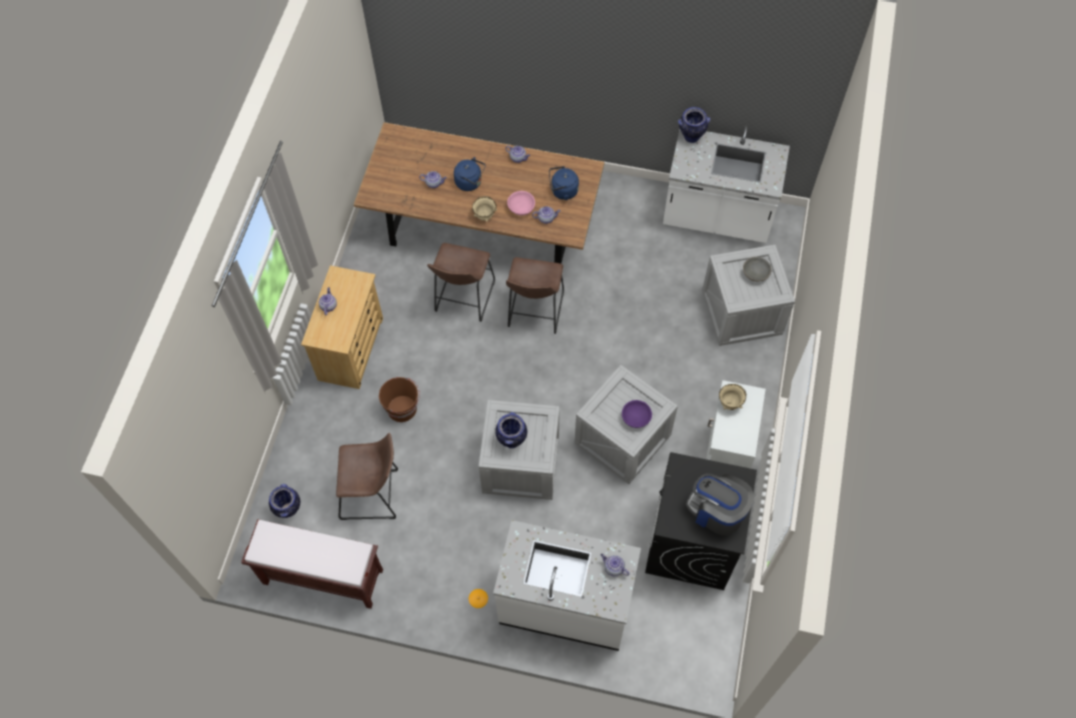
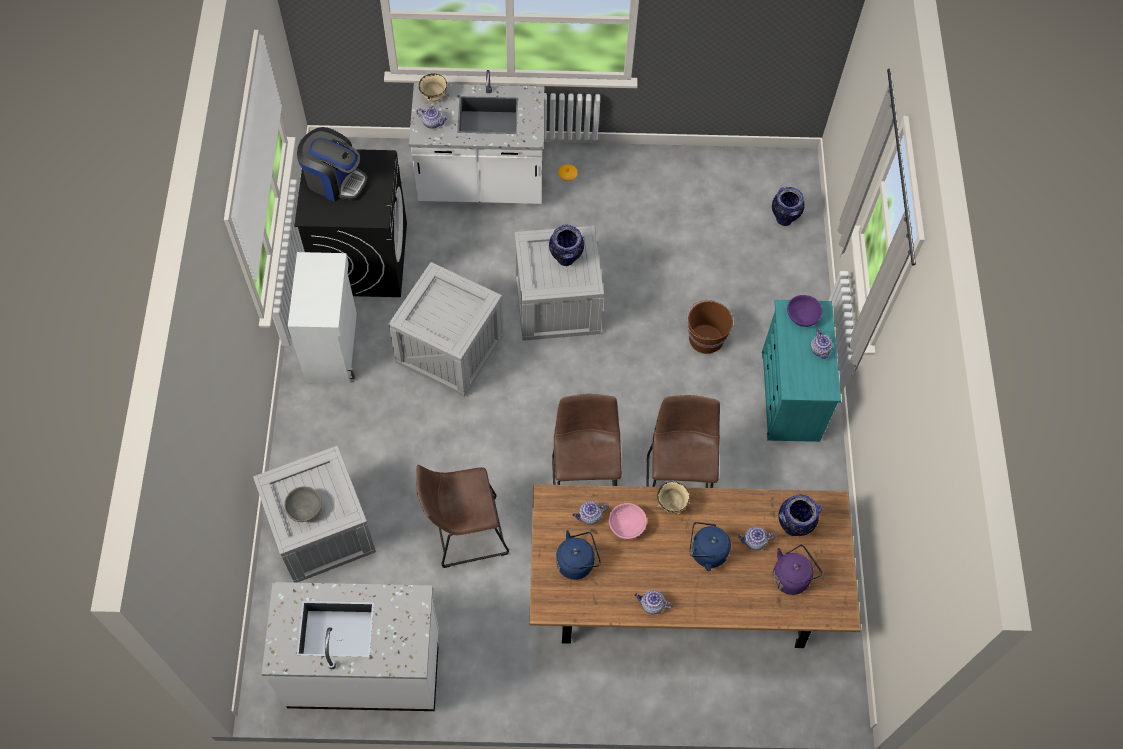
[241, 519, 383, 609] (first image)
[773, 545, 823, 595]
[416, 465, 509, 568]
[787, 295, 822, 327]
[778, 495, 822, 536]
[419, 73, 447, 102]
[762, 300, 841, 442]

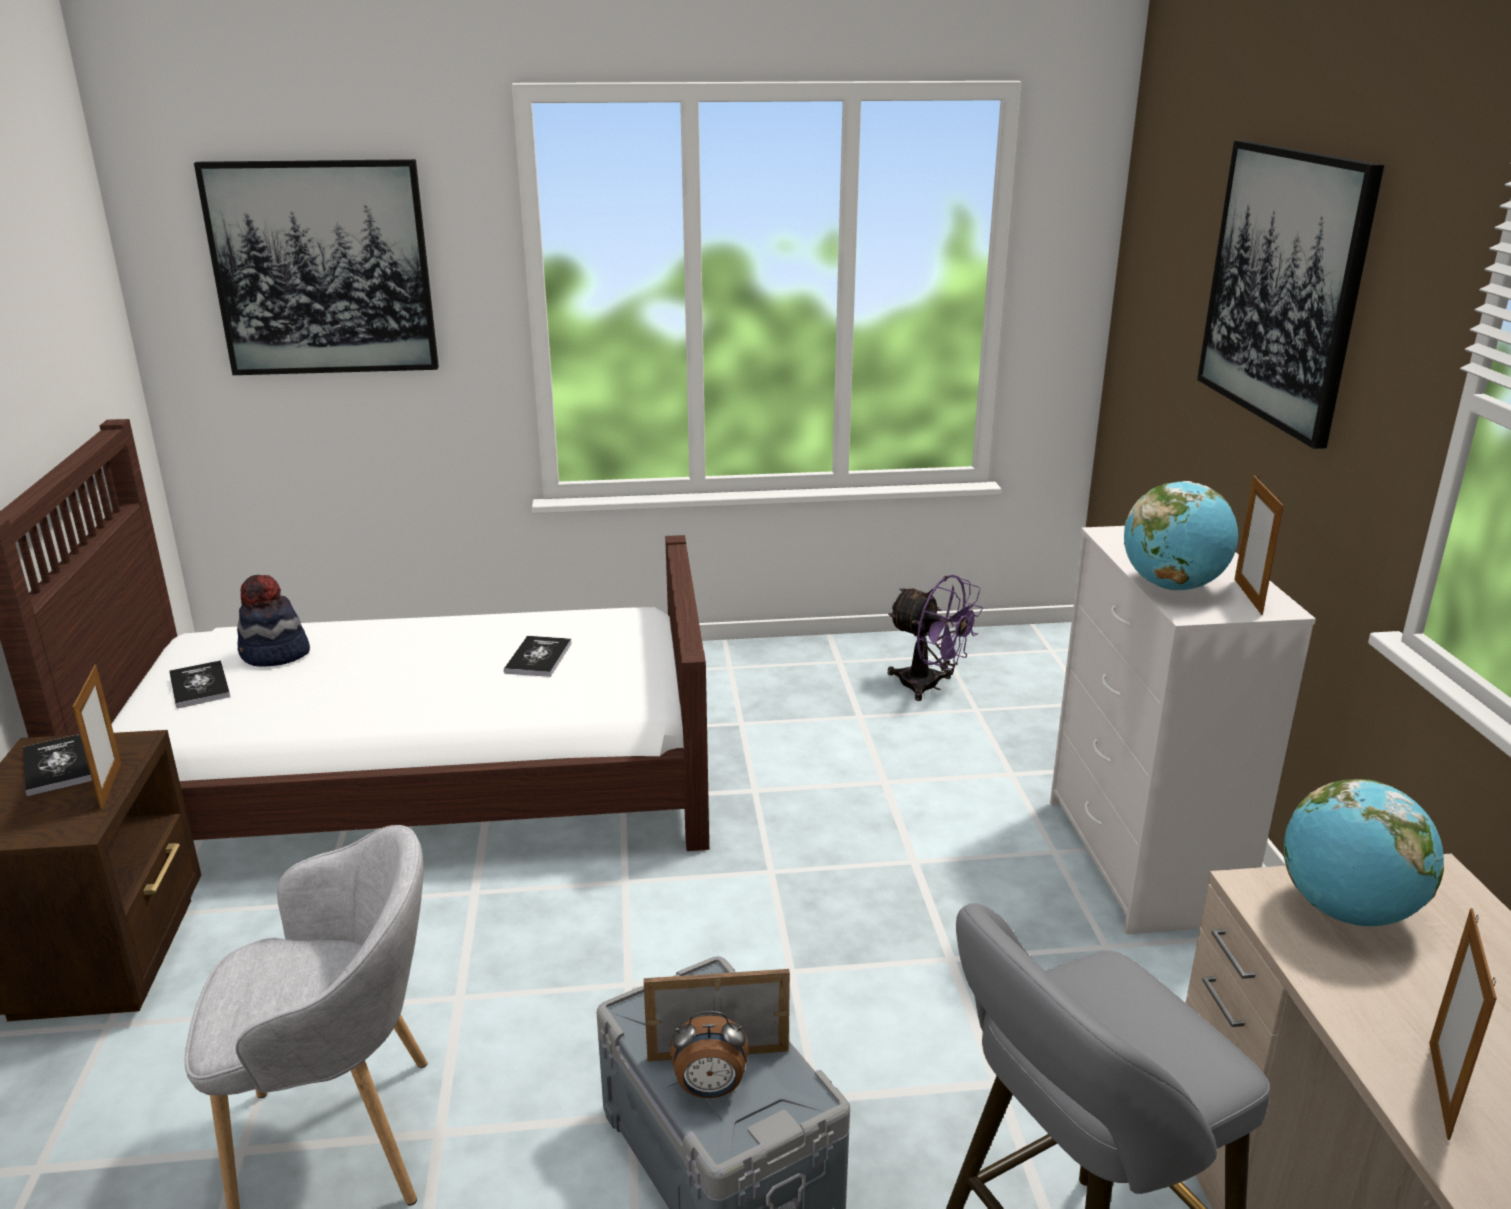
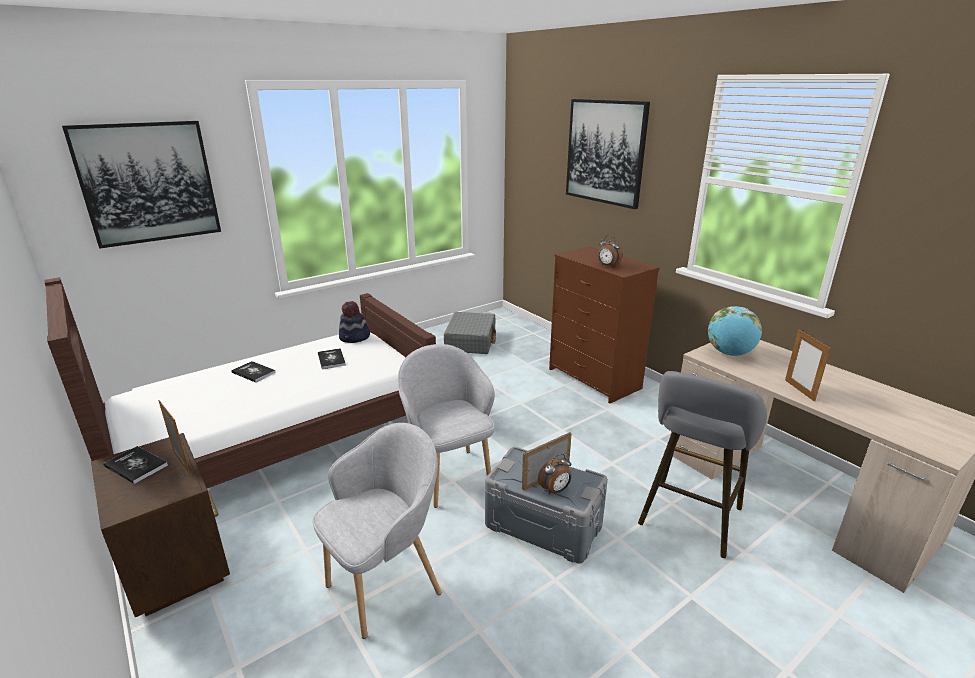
[1234, 475, 1284, 615] (first image)
[398, 344, 495, 508]
[231, 361, 276, 383]
[339, 301, 370, 343]
[444, 312, 496, 354]
[598, 235, 623, 267]
[549, 246, 660, 404]

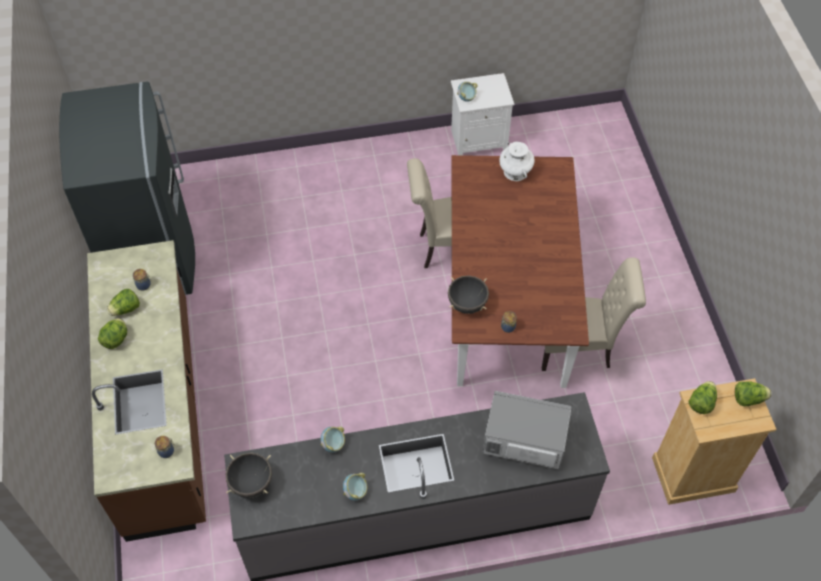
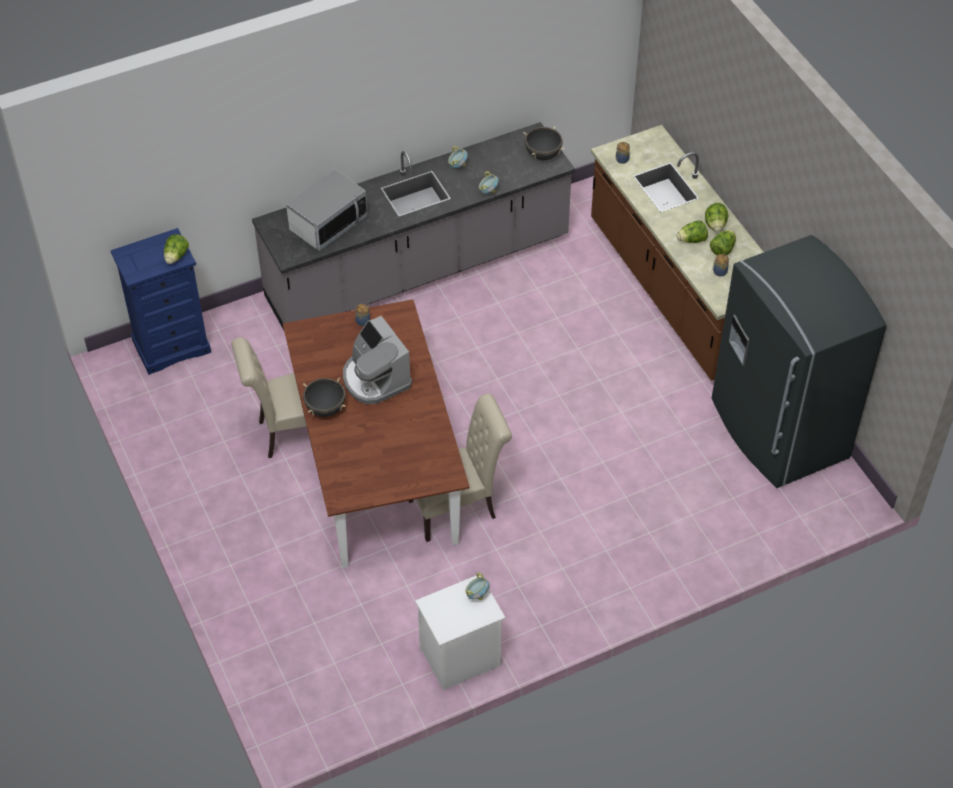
[499, 142, 535, 181] (first image)
[343, 316, 412, 404]
[303, 378, 346, 417]
[677, 220, 708, 243]
[110, 228, 211, 375]
[286, 169, 367, 251]

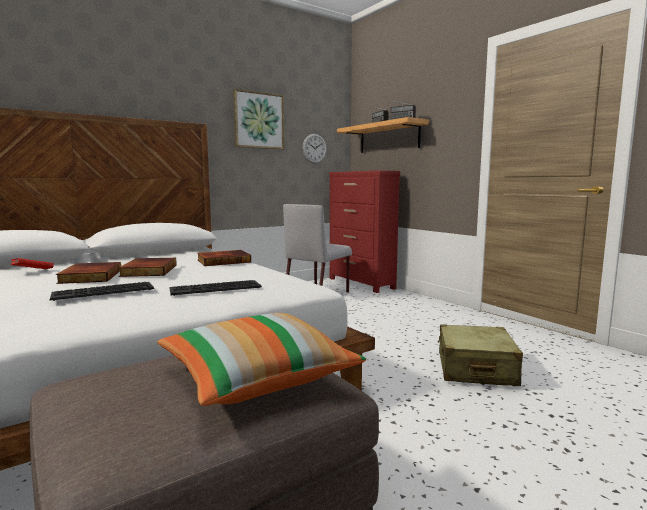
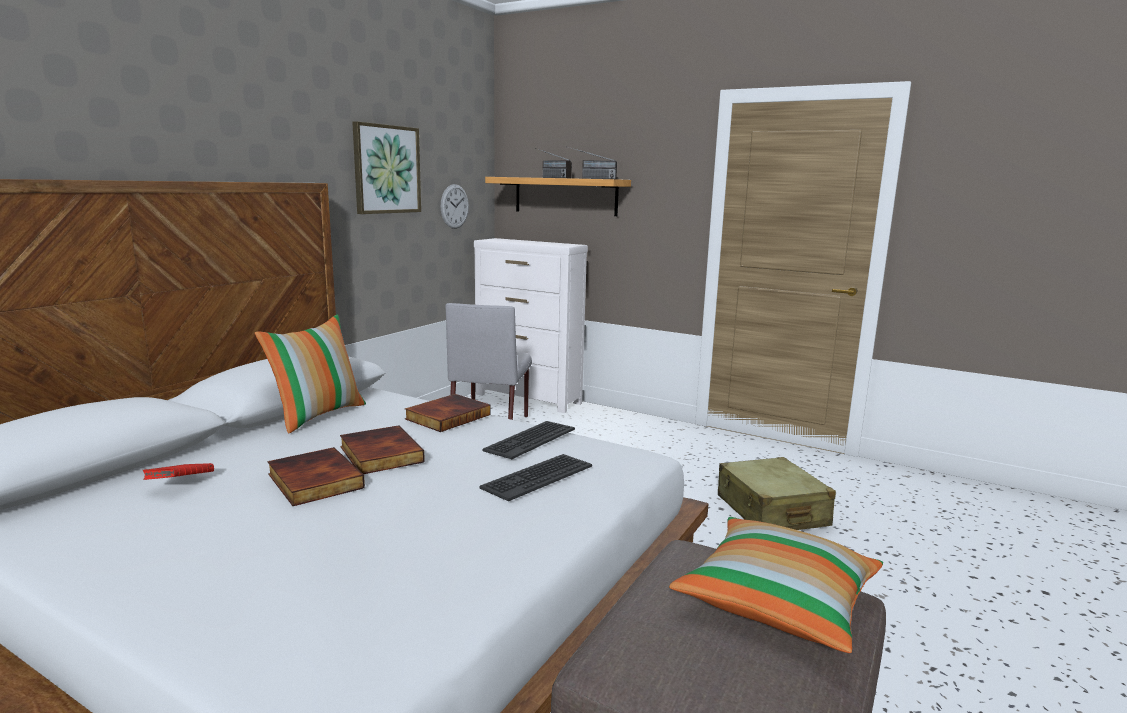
[255, 314, 366, 434]
[482, 421, 575, 459]
[474, 238, 588, 413]

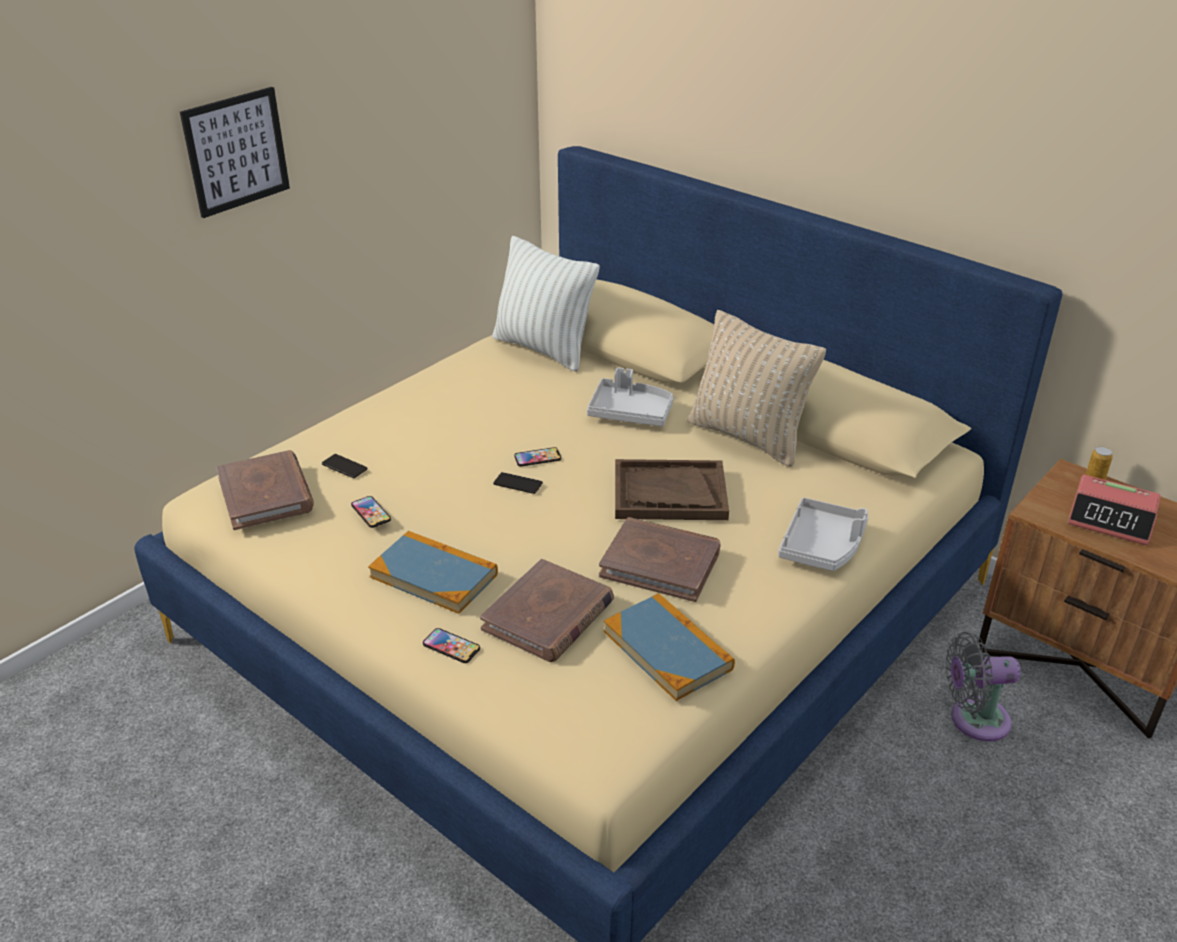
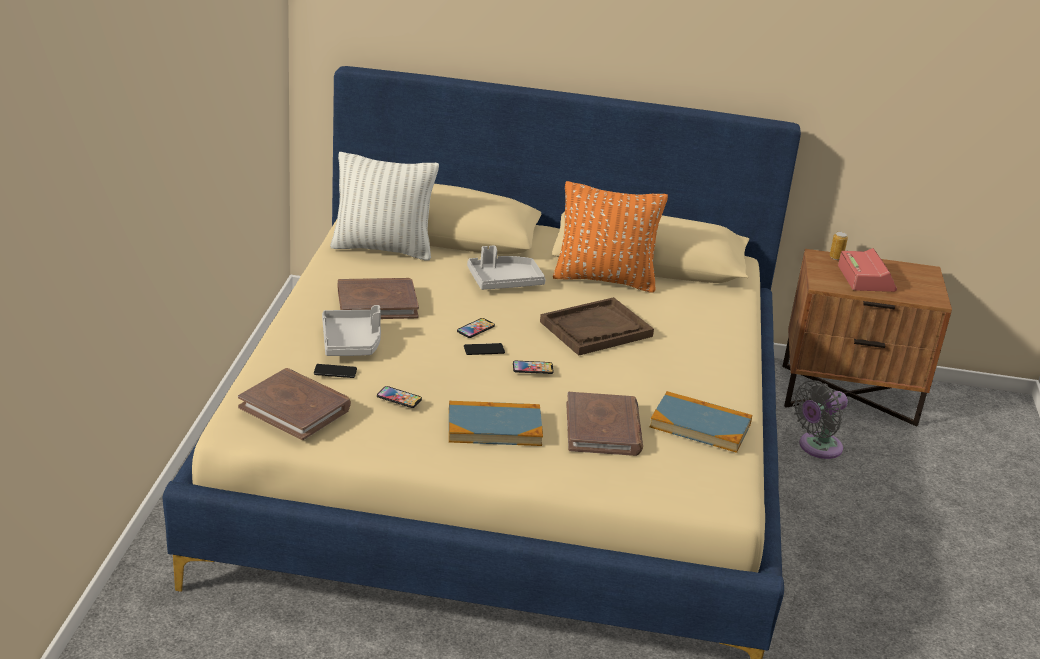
[180, 87, 290, 218] (first image)
[513, 361, 553, 374]
[338, 278, 419, 319]
[322, 305, 381, 356]
[553, 181, 668, 293]
[838, 248, 897, 292]

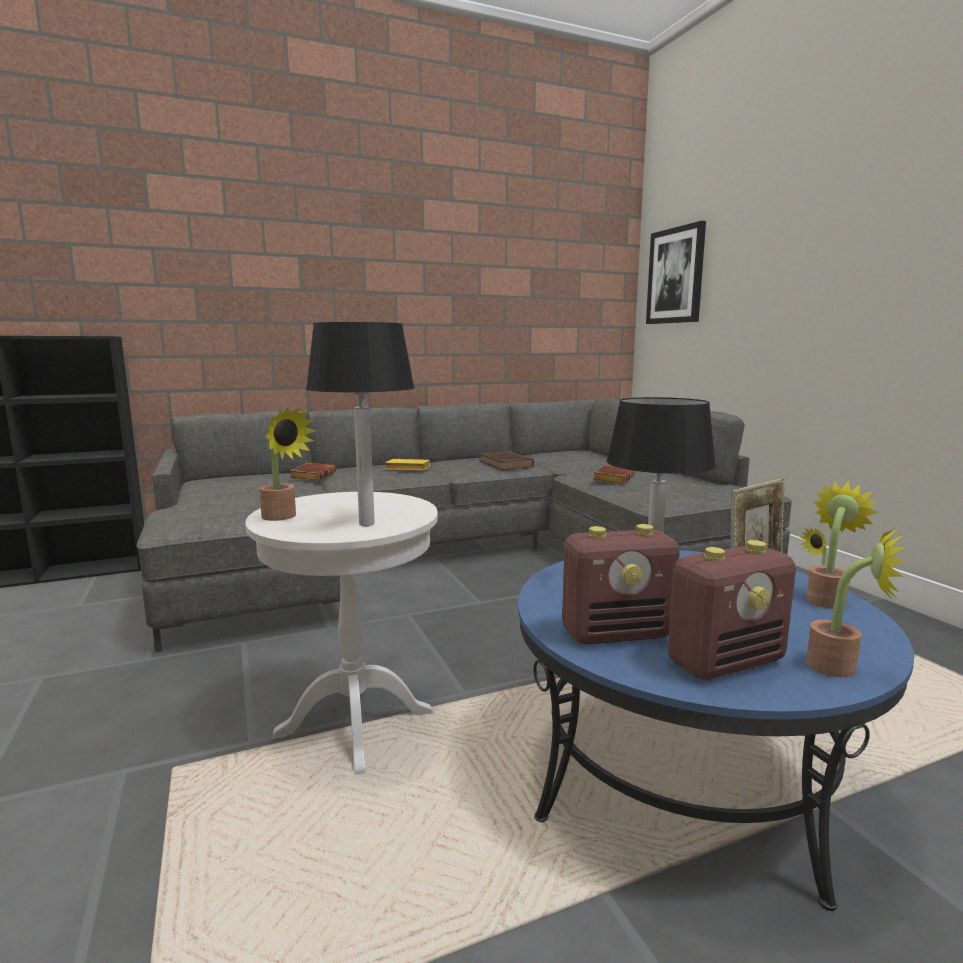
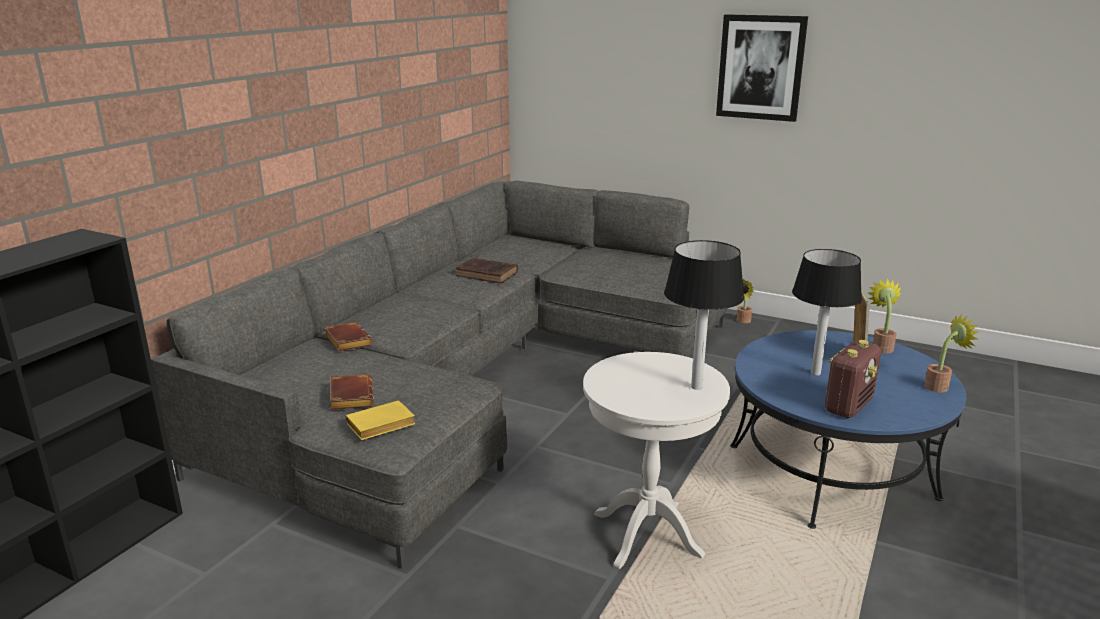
[259, 407, 316, 521] (first image)
[668, 540, 796, 680] (first image)
[346, 401, 416, 440]
[330, 375, 374, 410]
[716, 14, 808, 122]

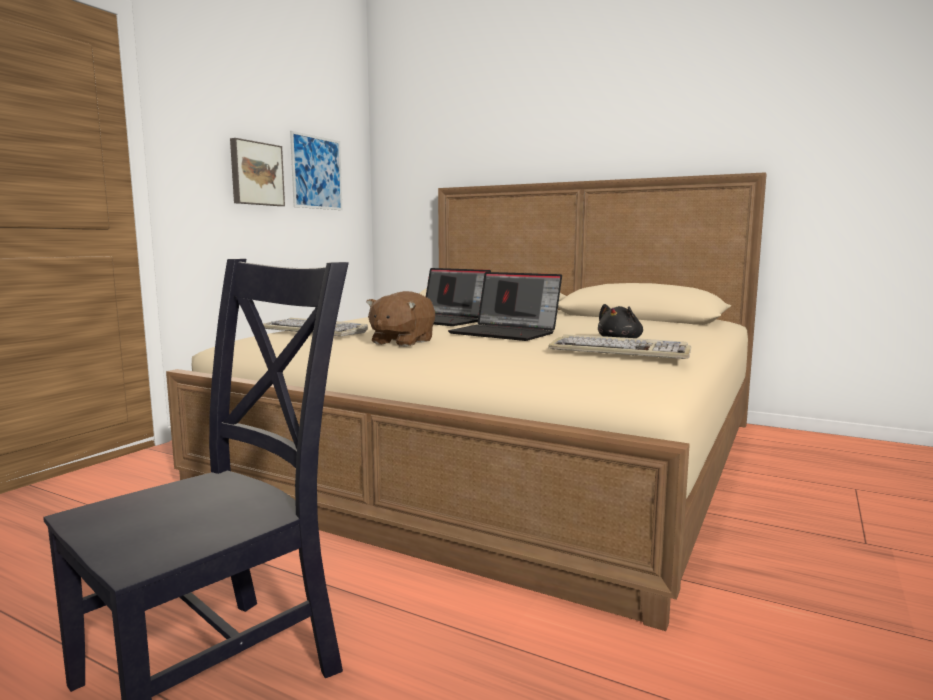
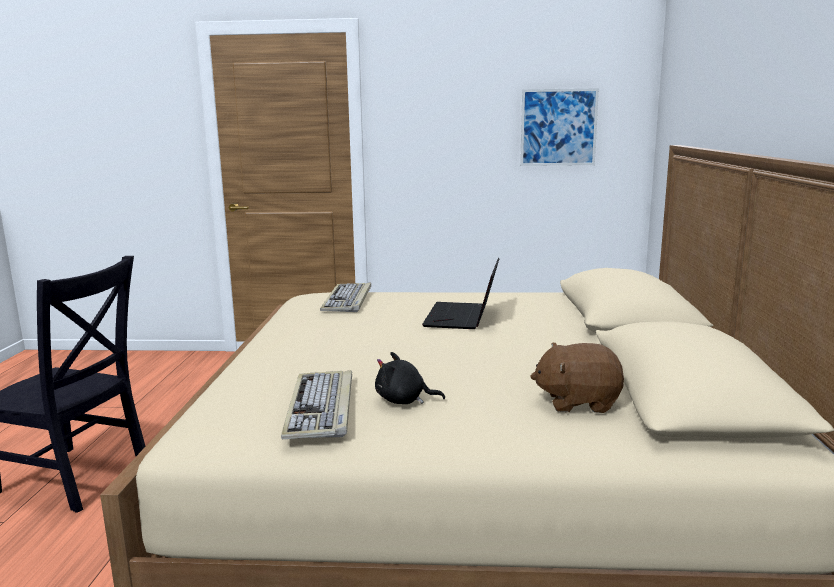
[230, 138, 285, 206] (first image)
[448, 272, 562, 341] (first image)
[530, 342, 624, 413]

